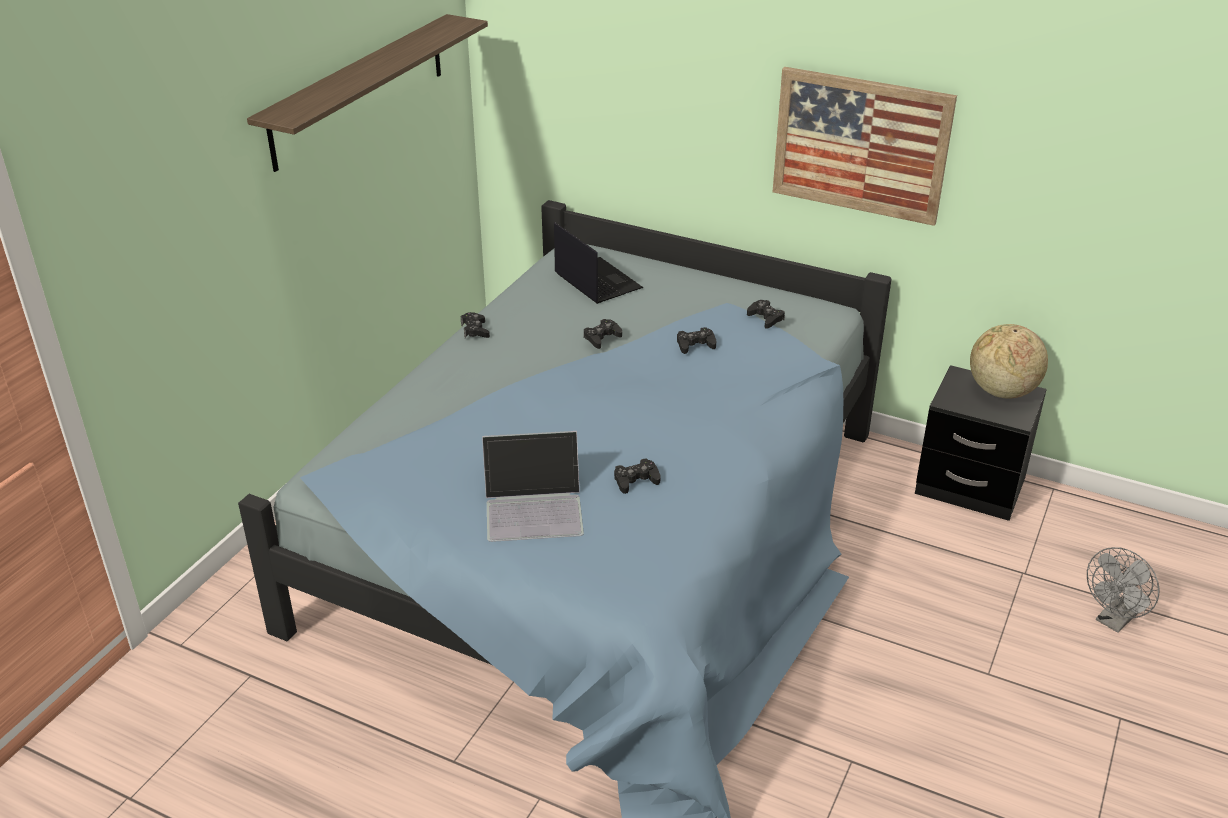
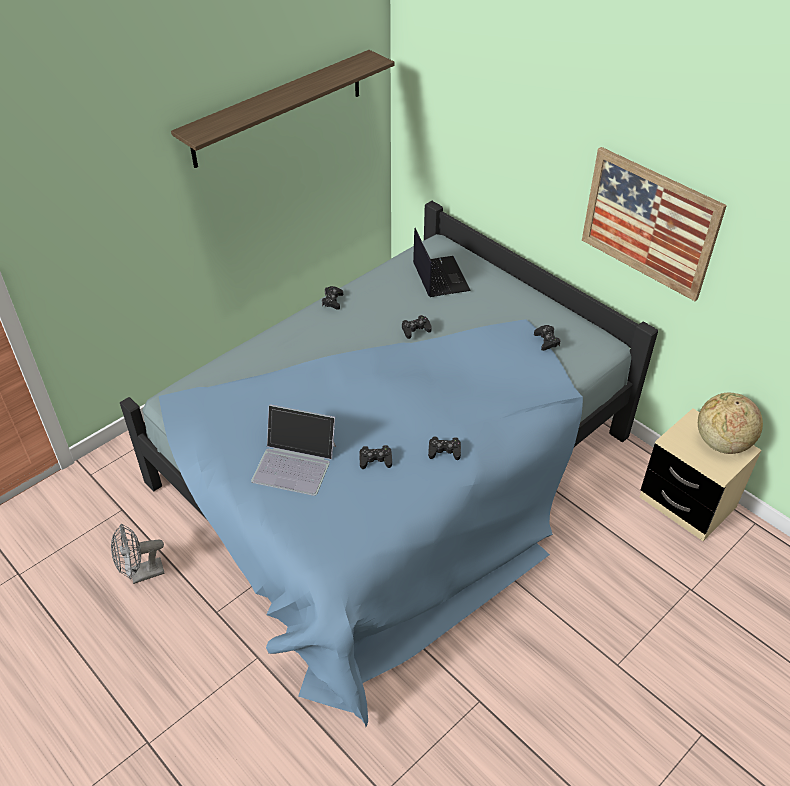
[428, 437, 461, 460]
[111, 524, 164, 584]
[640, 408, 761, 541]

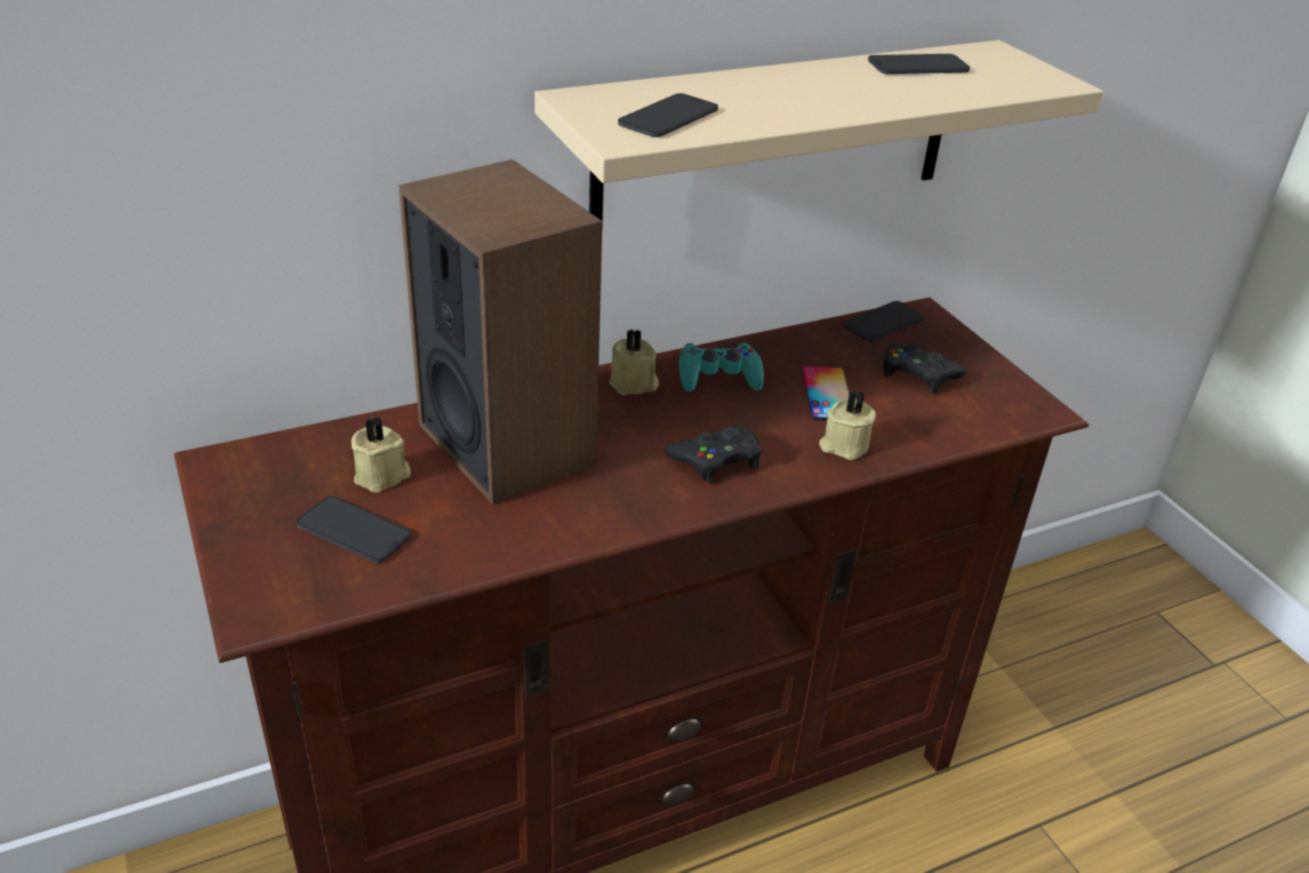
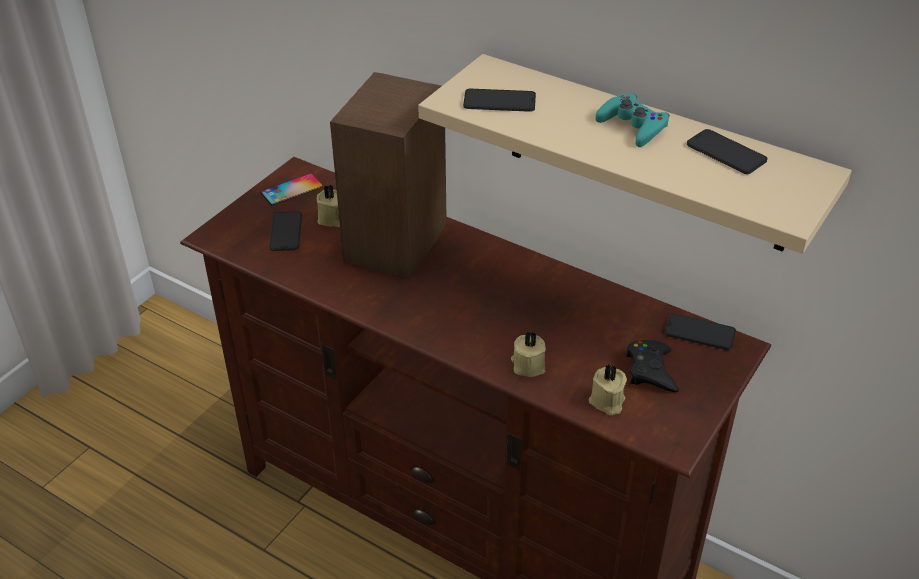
[664, 425, 762, 483] (first image)
[589, 364, 627, 415]
[595, 94, 670, 147]
[261, 173, 323, 206]

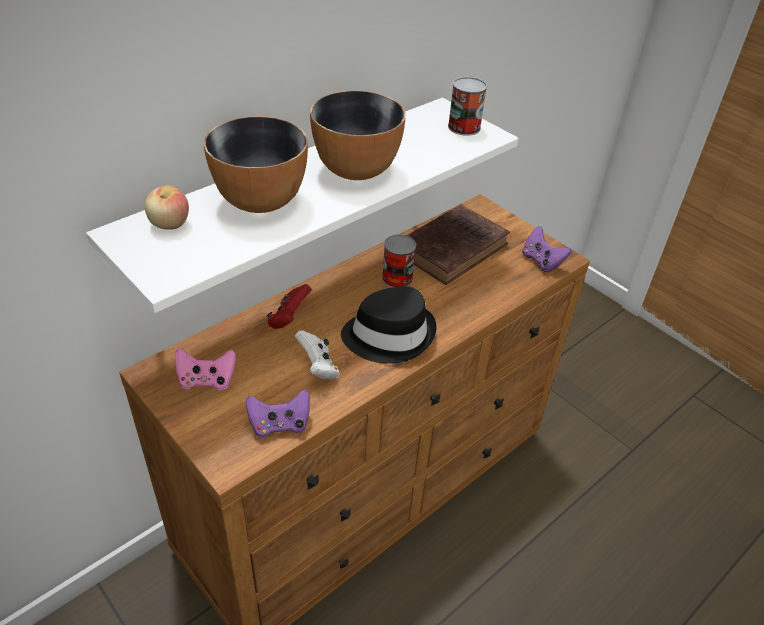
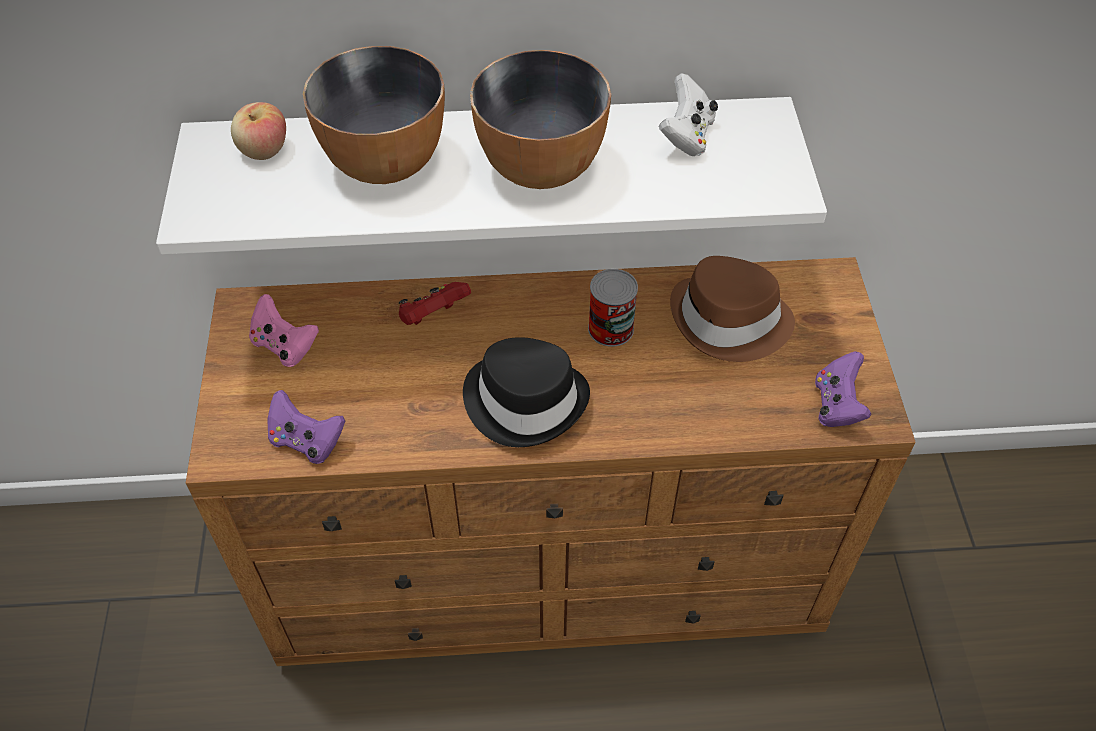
[448, 77, 487, 136] (first image)
[659, 73, 718, 156]
[670, 256, 795, 362]

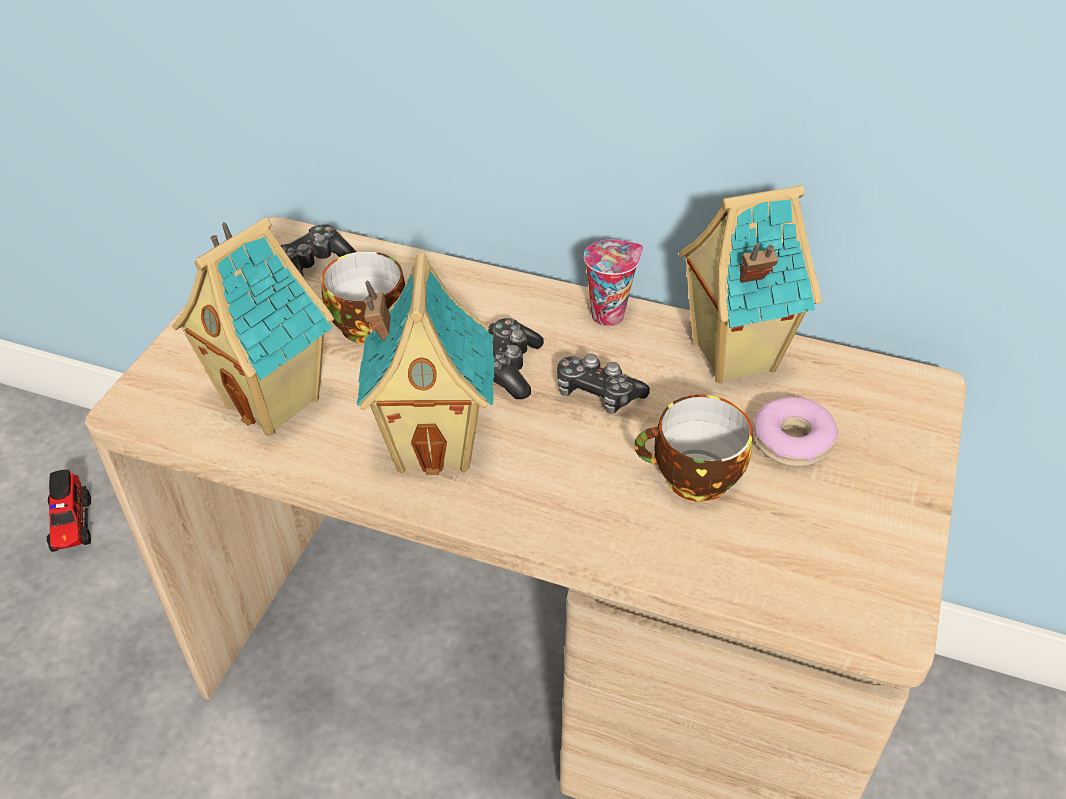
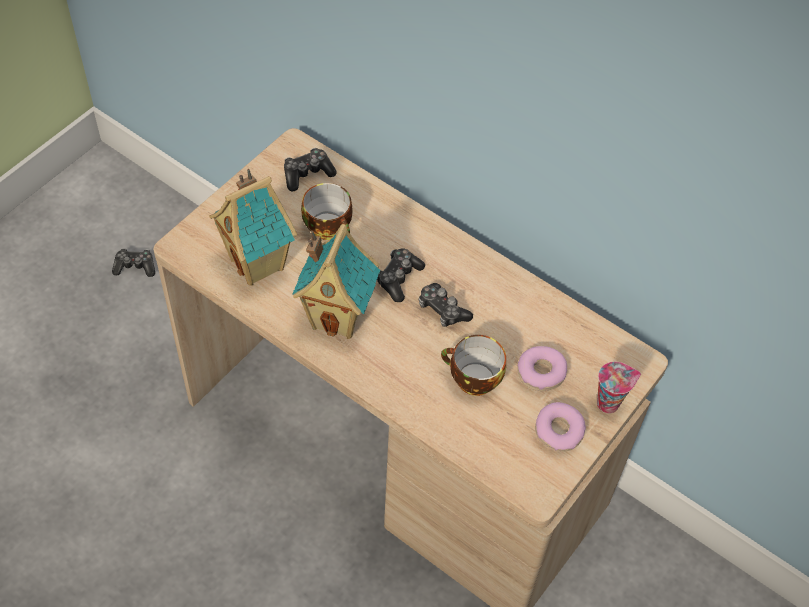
[679, 185, 822, 383] (first image)
[535, 402, 586, 452]
[597, 362, 641, 414]
[112, 248, 155, 277]

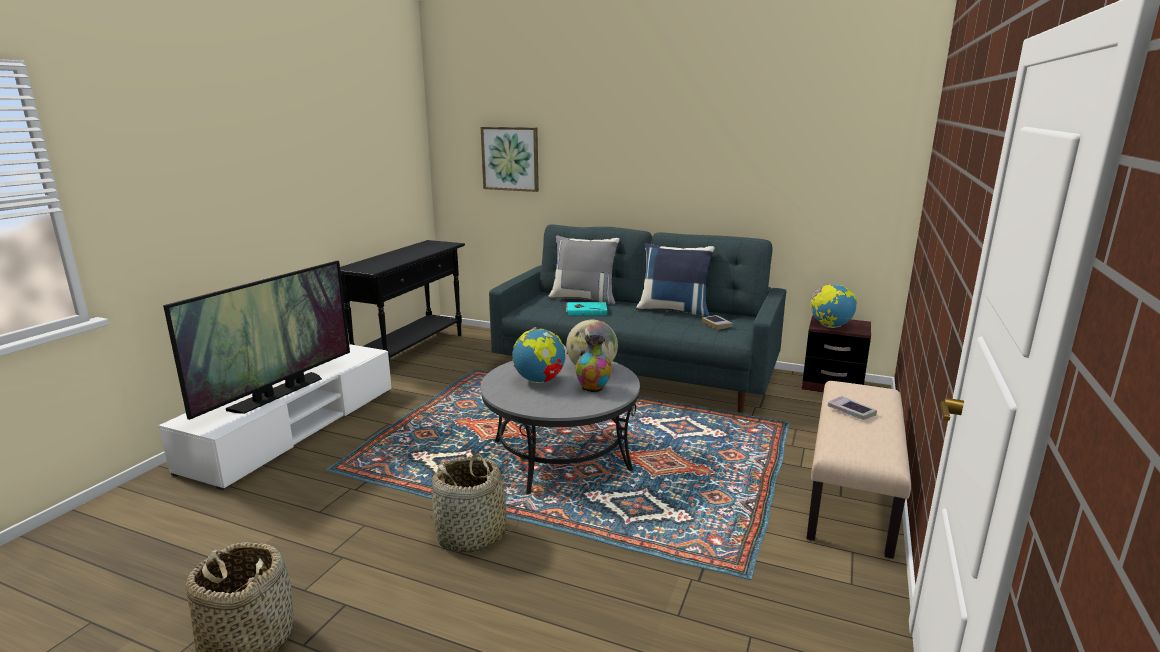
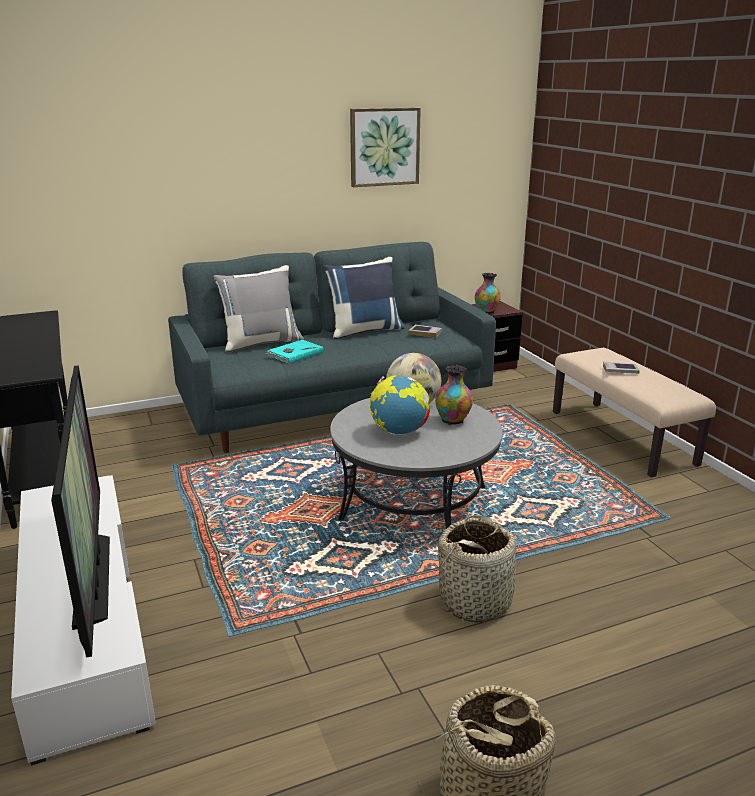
[350, 108, 421, 187]
[475, 273, 501, 314]

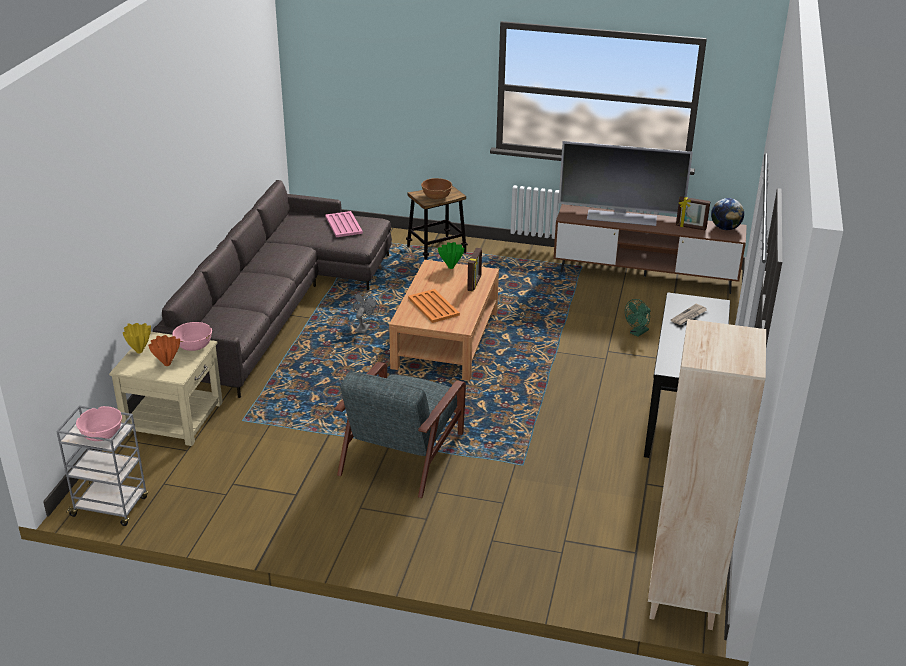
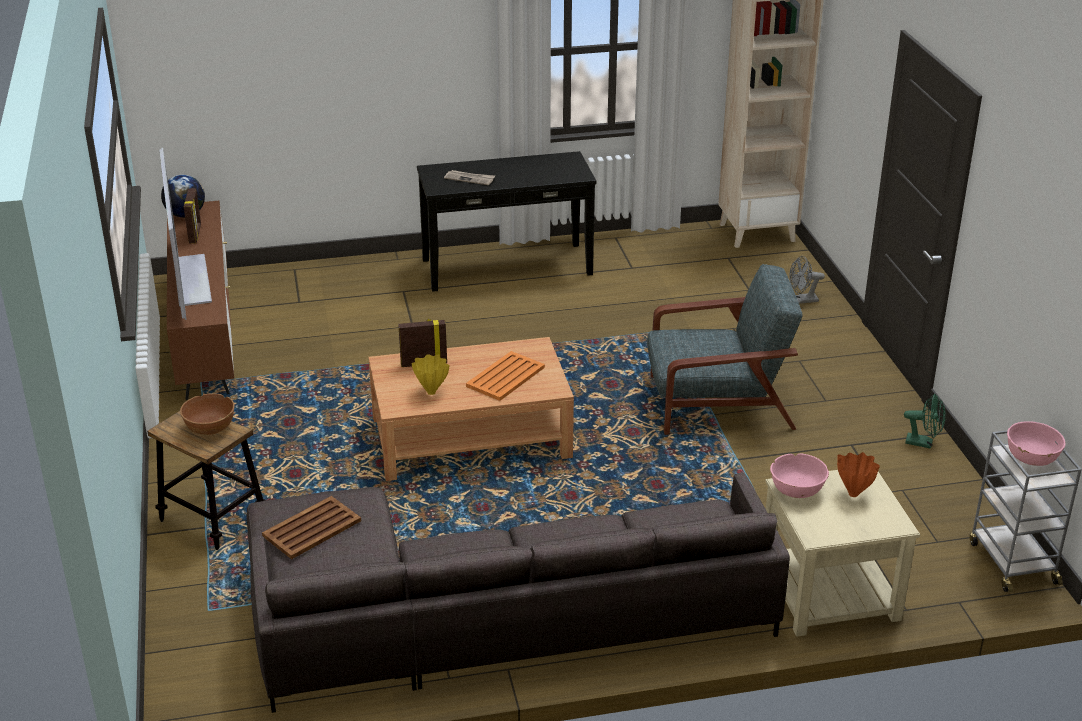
[438, 242, 464, 269] (first image)
[411, 354, 449, 395]
[789, 256, 825, 304]
[904, 394, 946, 449]
[262, 496, 361, 559]

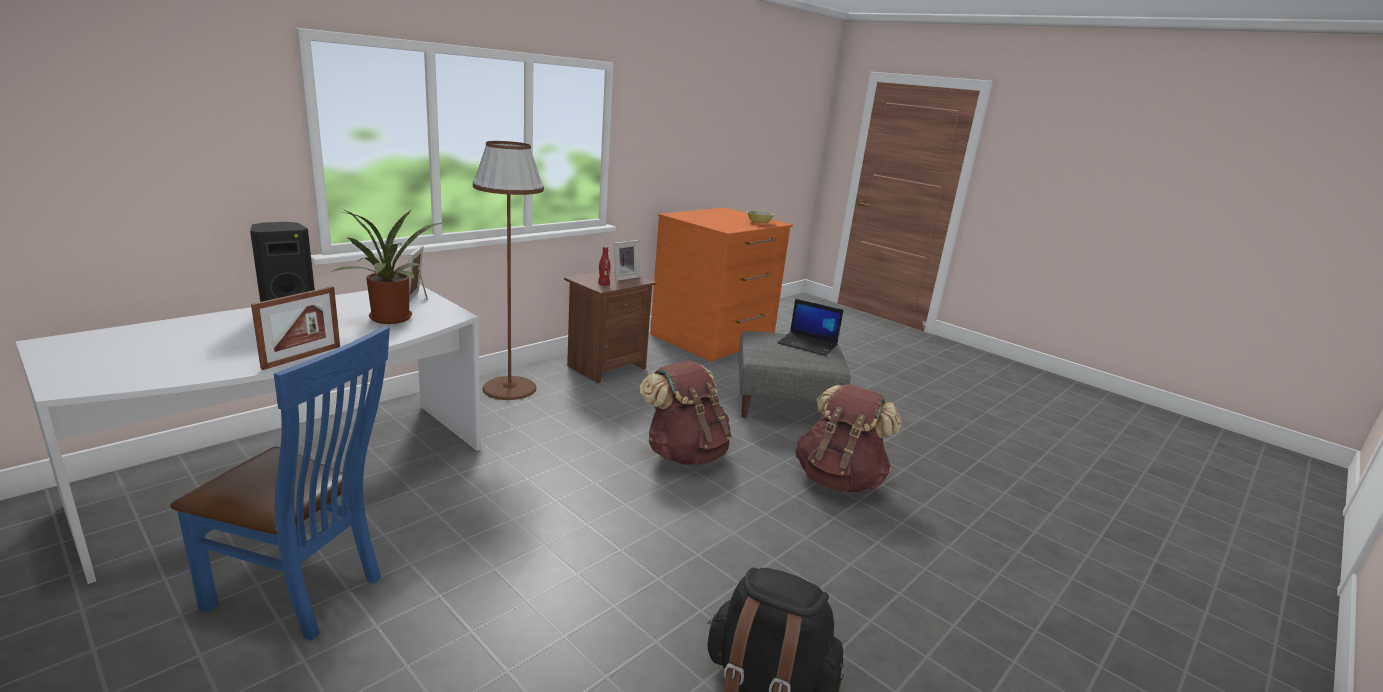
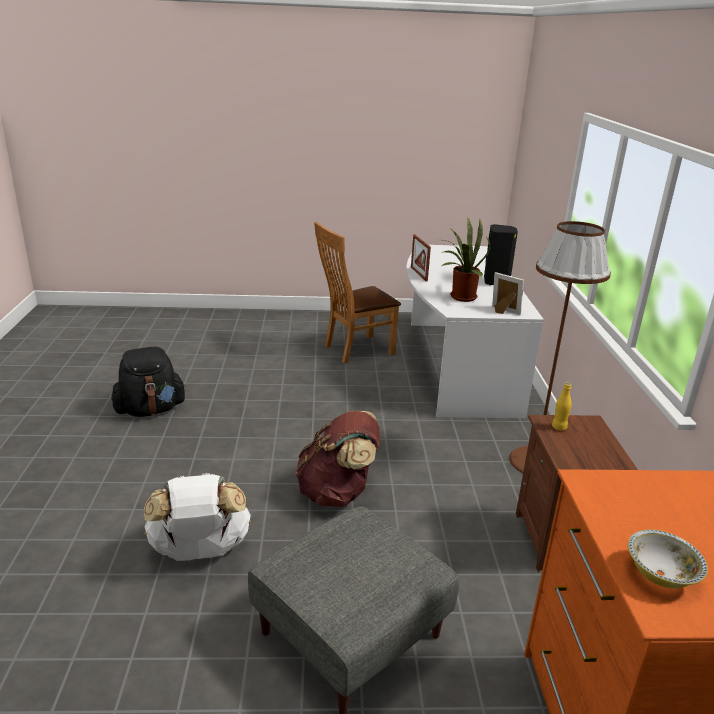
[614, 240, 640, 281] (first image)
[777, 299, 844, 356] (first image)
[314, 222, 401, 363]
[552, 382, 572, 430]
[144, 473, 251, 561]

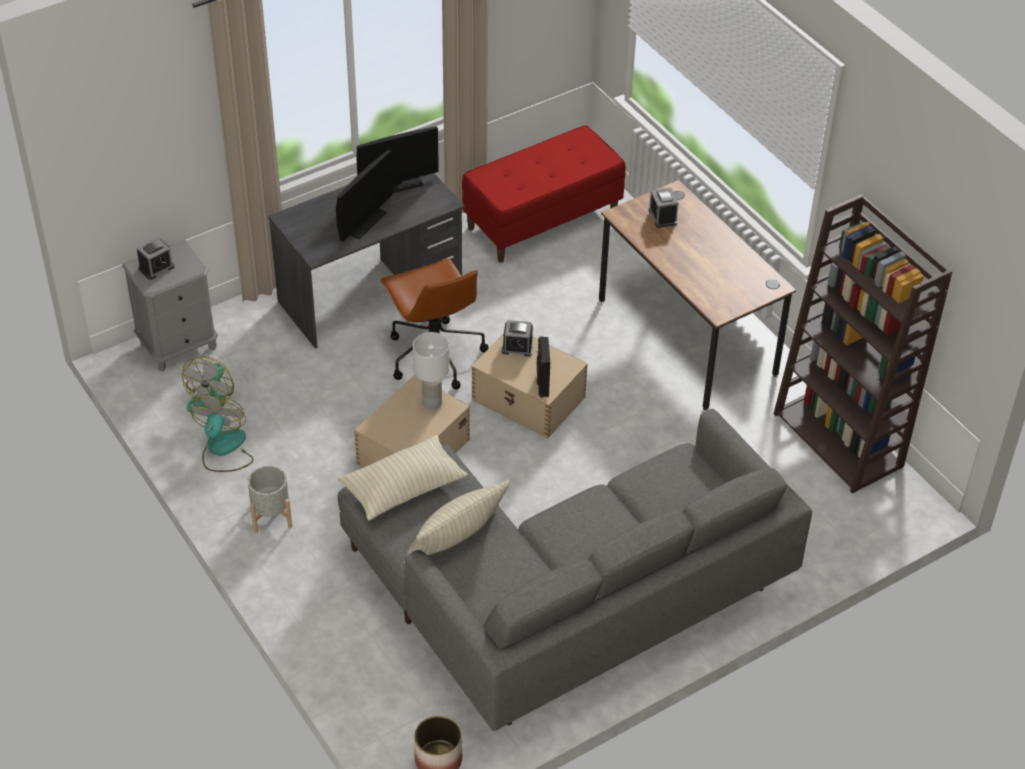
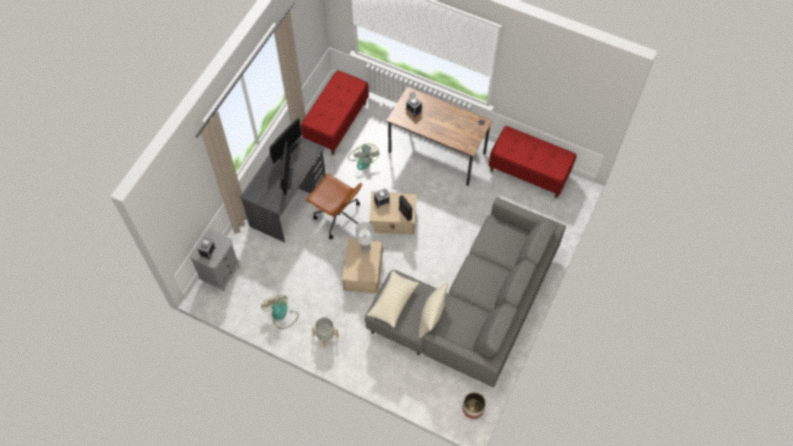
[348, 144, 380, 170]
[489, 126, 577, 198]

